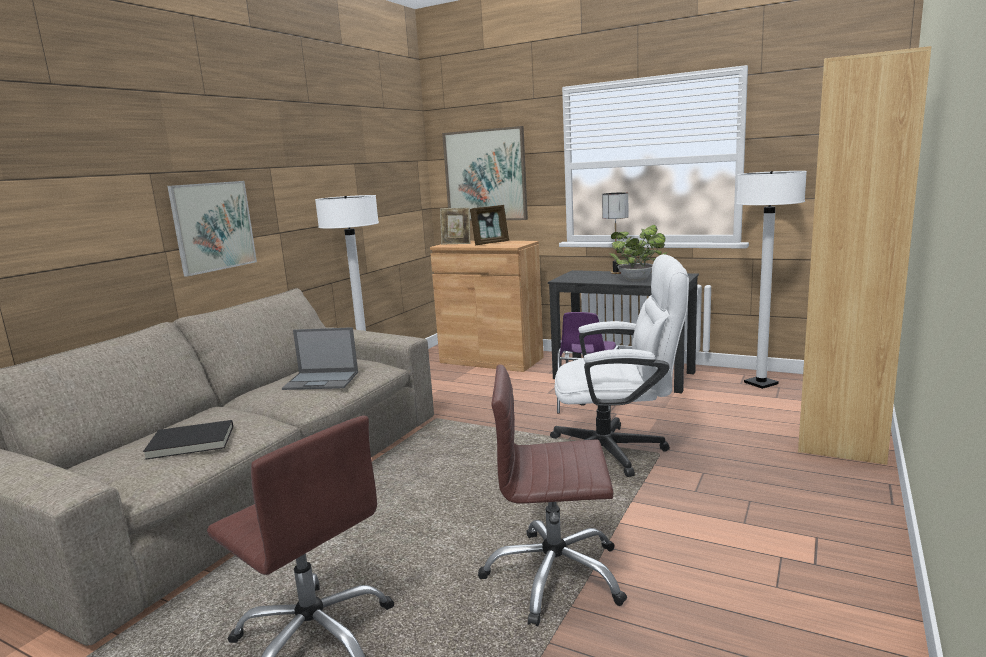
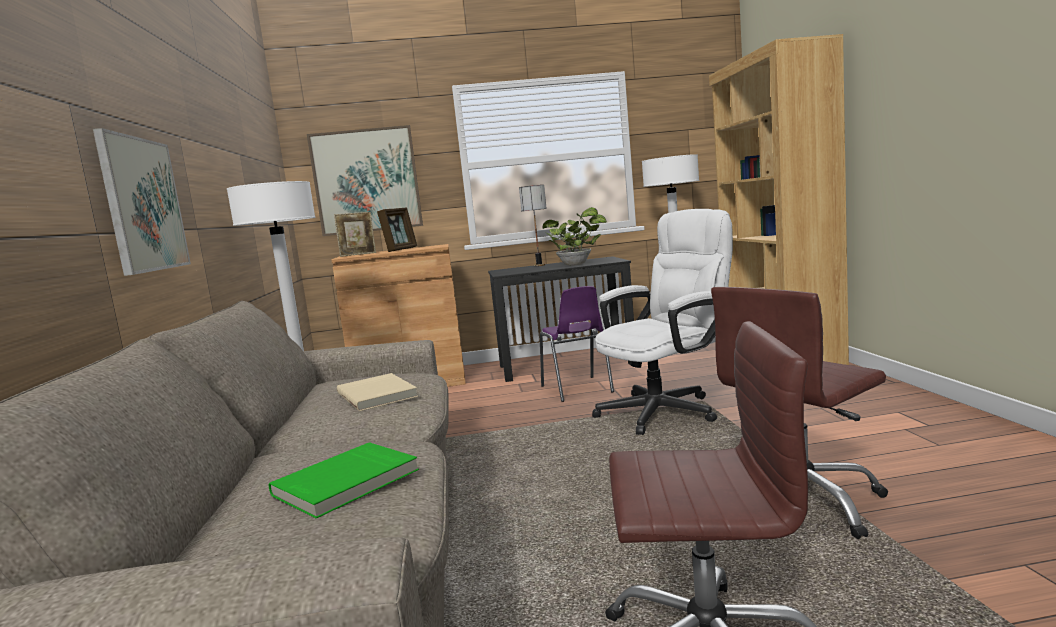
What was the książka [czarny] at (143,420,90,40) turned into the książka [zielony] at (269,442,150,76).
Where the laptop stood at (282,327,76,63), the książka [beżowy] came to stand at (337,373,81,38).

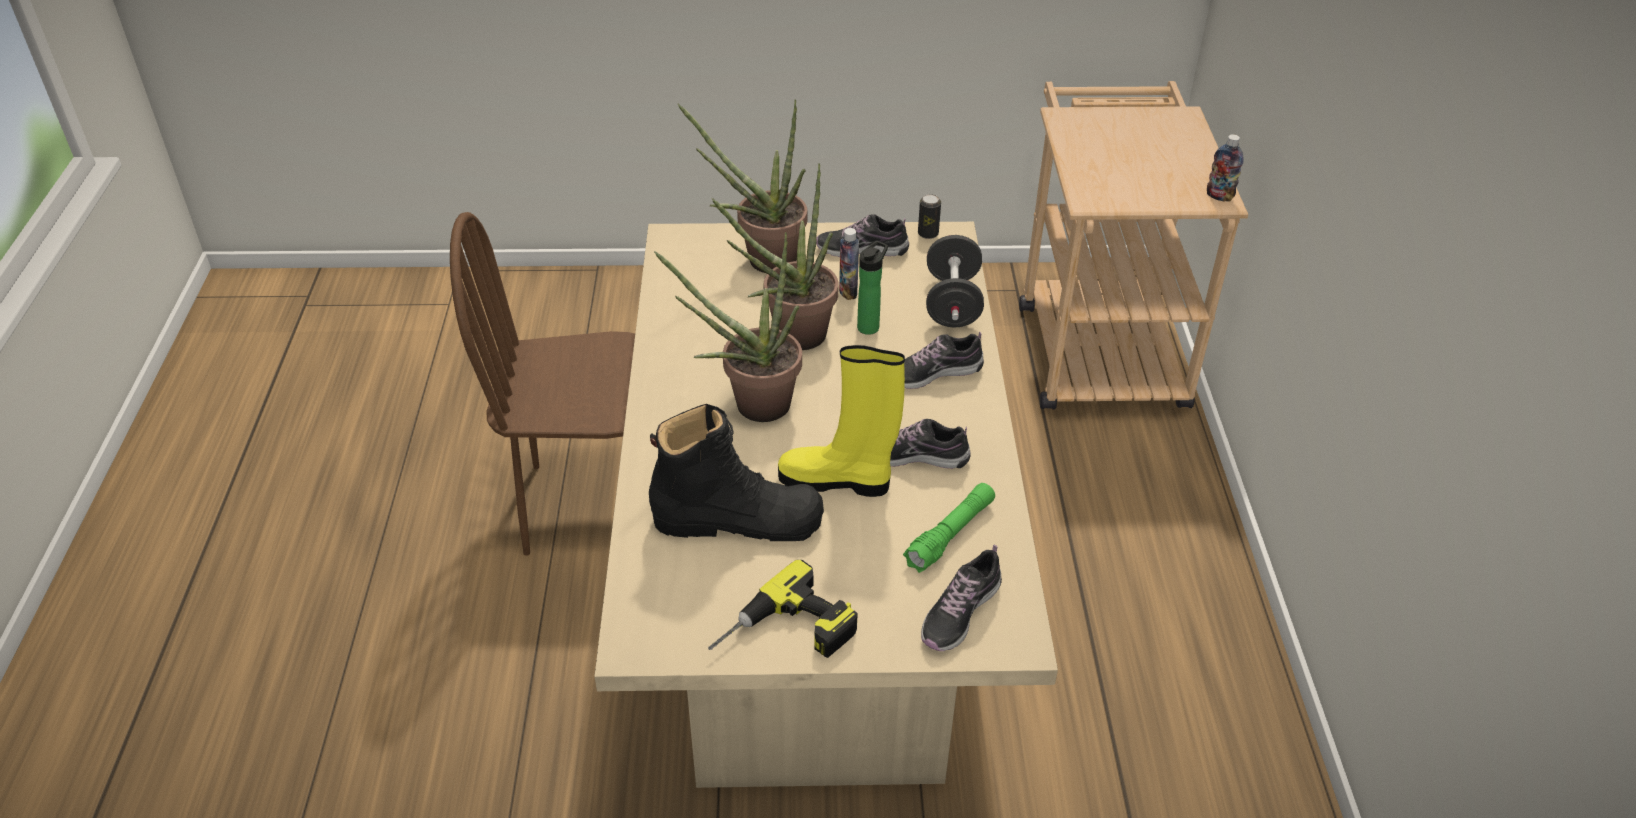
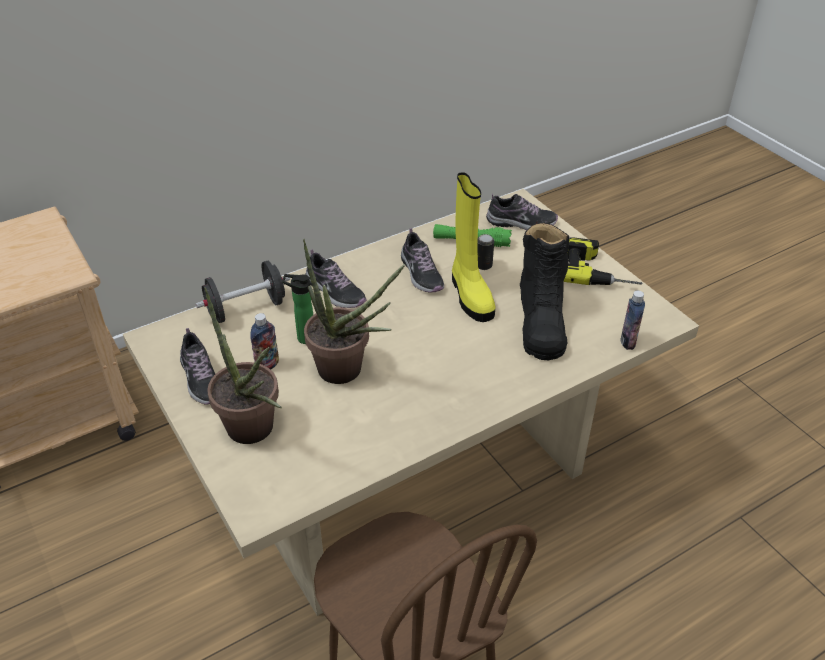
The puszka ended up elsewhere, having gone from (918,194,23,45) to (477,234,17,36).
The but z cholewką [czarny] at (649,404,175,137) ended up facing another way, 150 degrees counterclockwise from before.
The butelka ended up elsewhere, having gone from (1207,134,37,68) to (620,291,25,59).
The second view lost the roślina doniczkowa at (654,232,148,190).

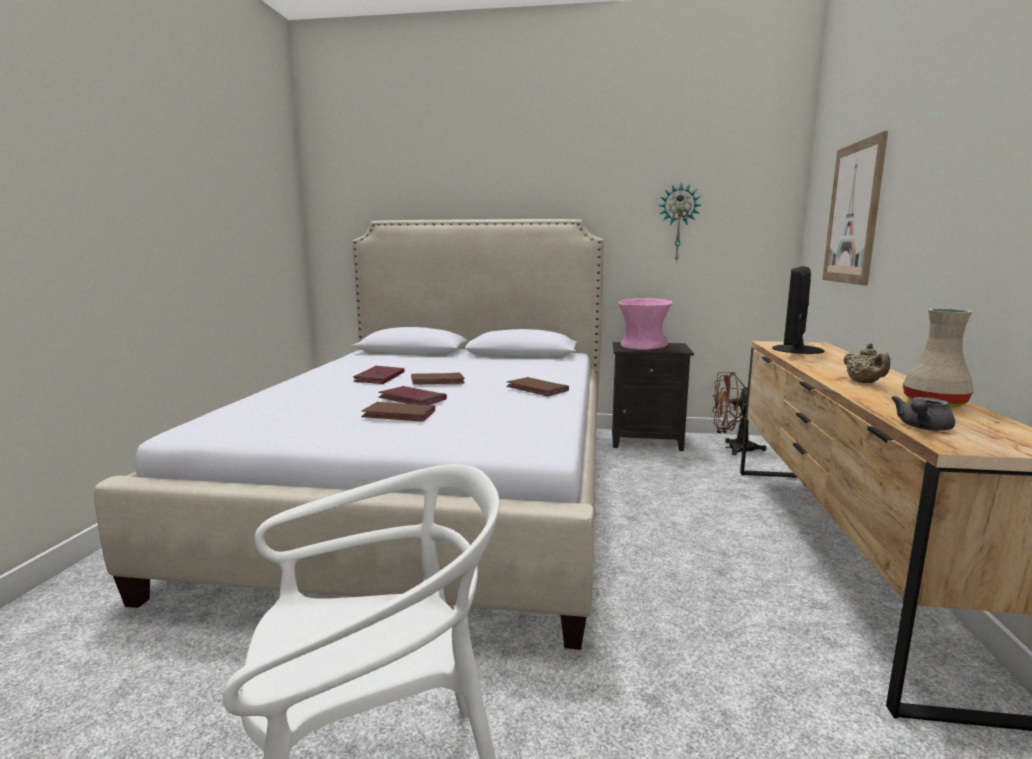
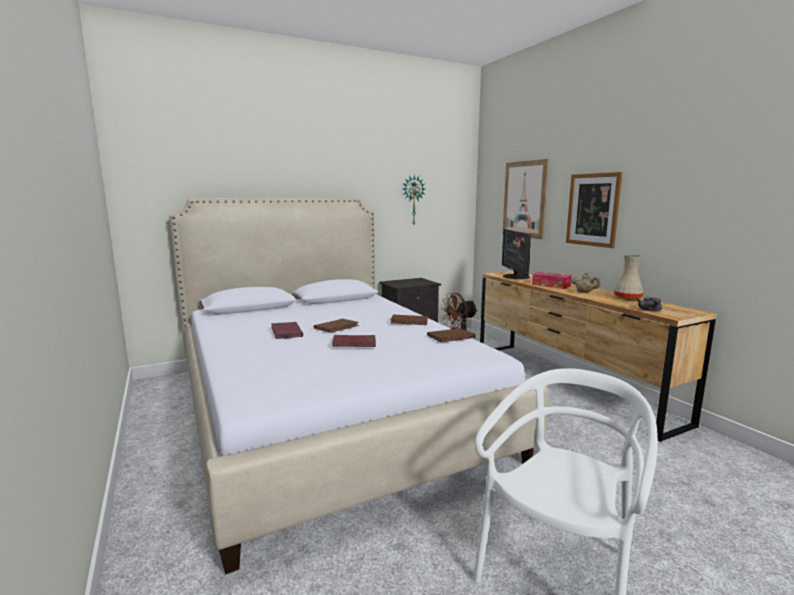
The książka [brązowy] ended up elsewhere, having gone from (361,402,74,20) to (427,328,48,14).
The second view gained the pudełko chusteczek at (532,272,40,17).
The second view gained the obraz at (566,172,56,76).
The second view lost the wazon [różowy] at (619,298,54,52).

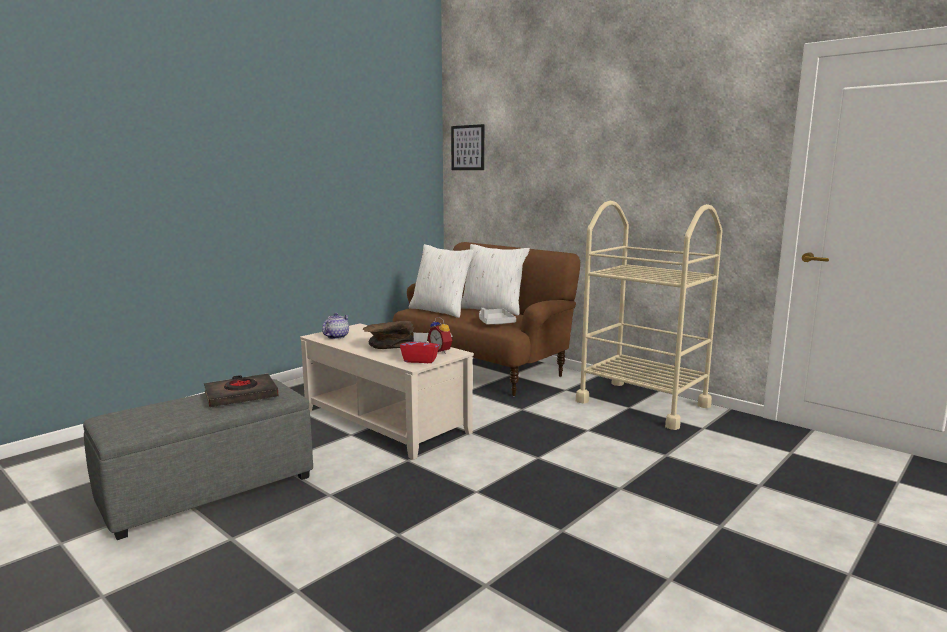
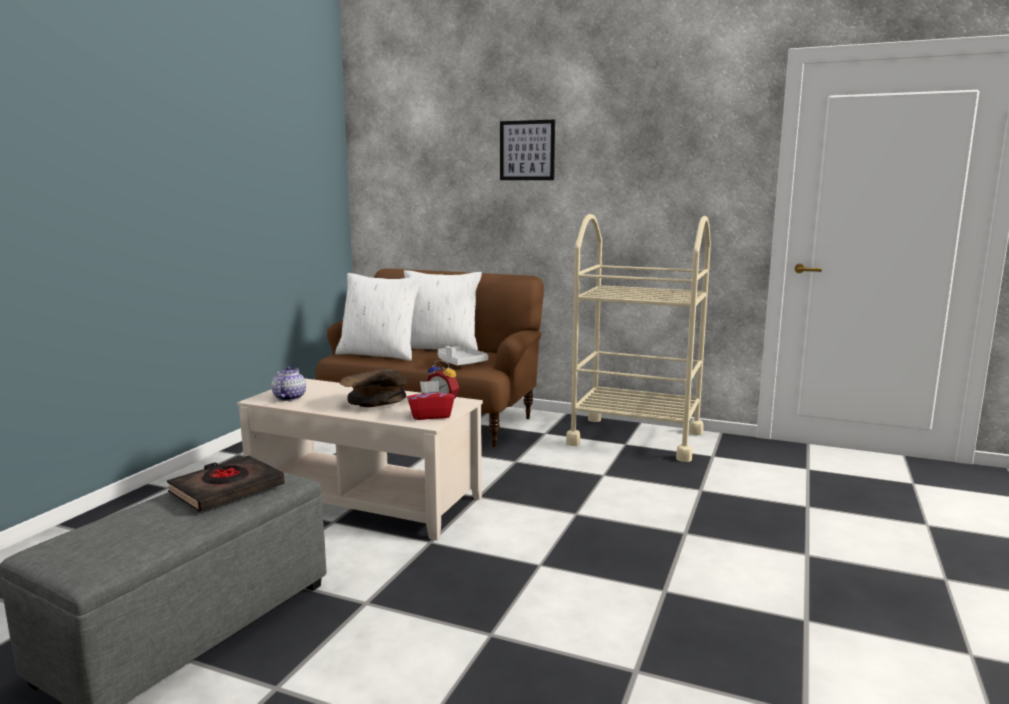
The obraz ended up elsewhere, having gone from (451,124,33,46) to (500,119,55,61).

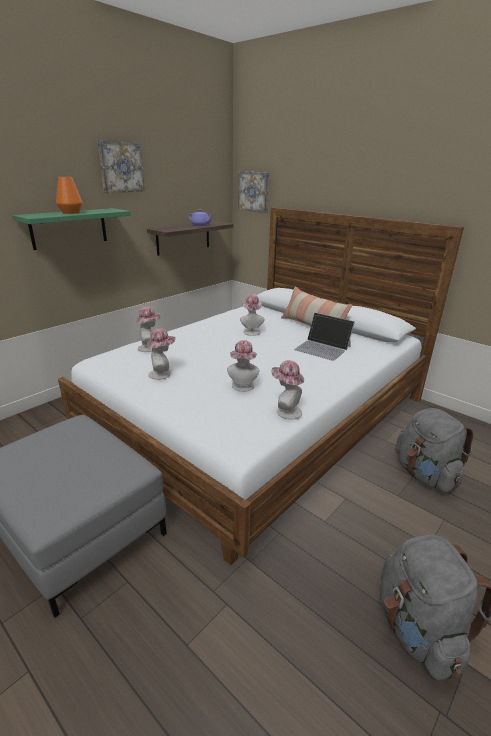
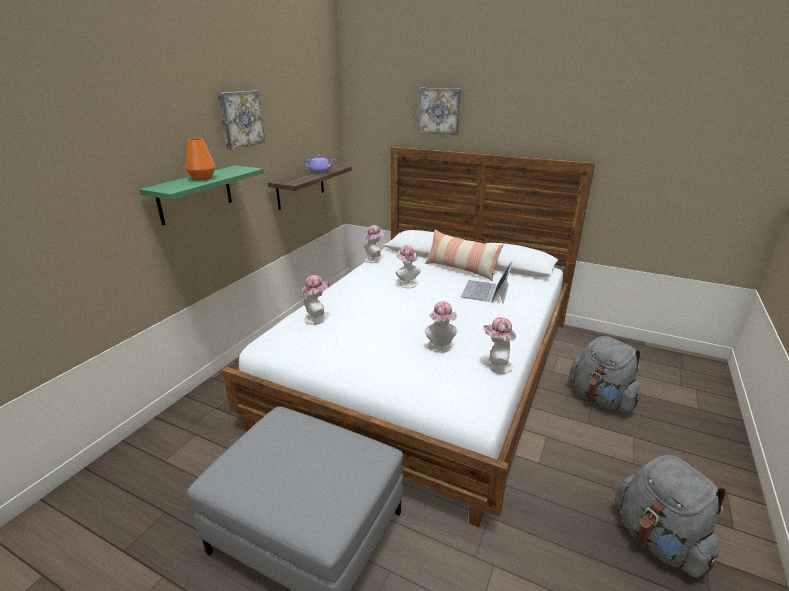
The kapelusz ended up elsewhere, having gone from (146,328,30,52) to (365,225,20,38).
The obraz ended up elsewhere, having gone from (238,171,31,42) to (419,88,42,47).
The laptop at (294,312,61,49) ended up facing another way, 90 degrees clockwise from before.

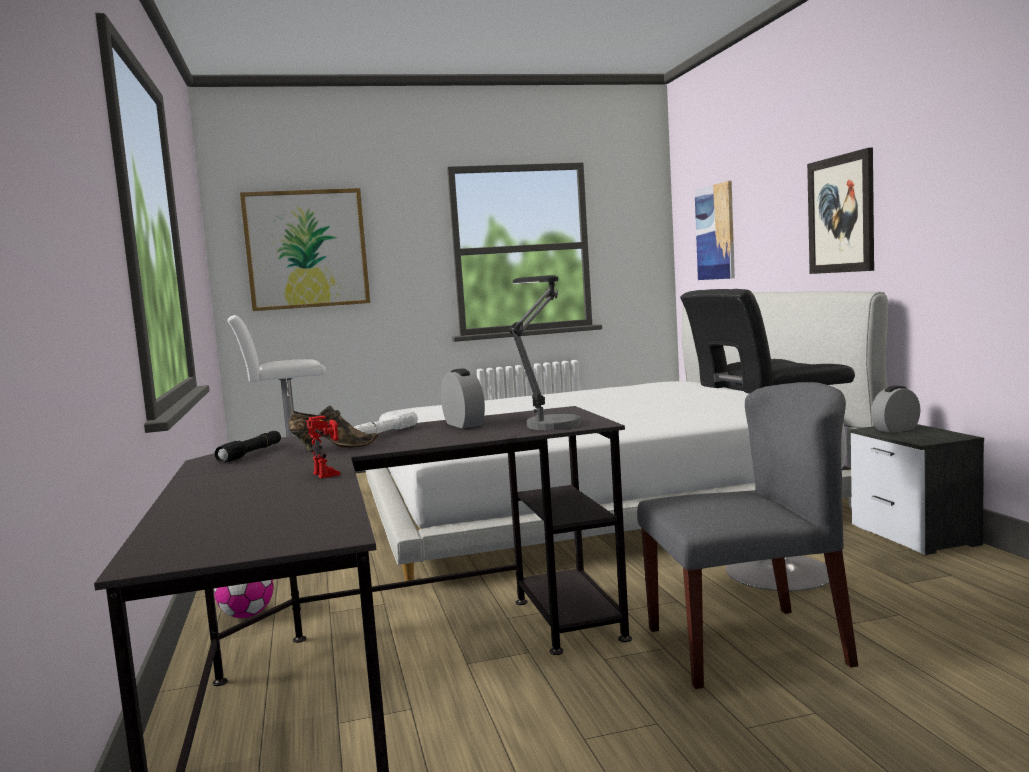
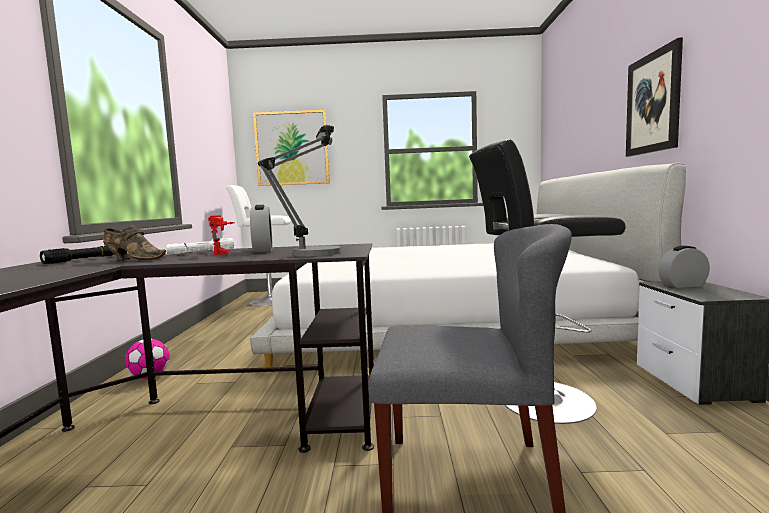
The robot zabawkowy ended up elsewhere, having gone from (306,415,34,63) to (208,215,27,40).
The second view lost the obraz at (694,181,41,99).

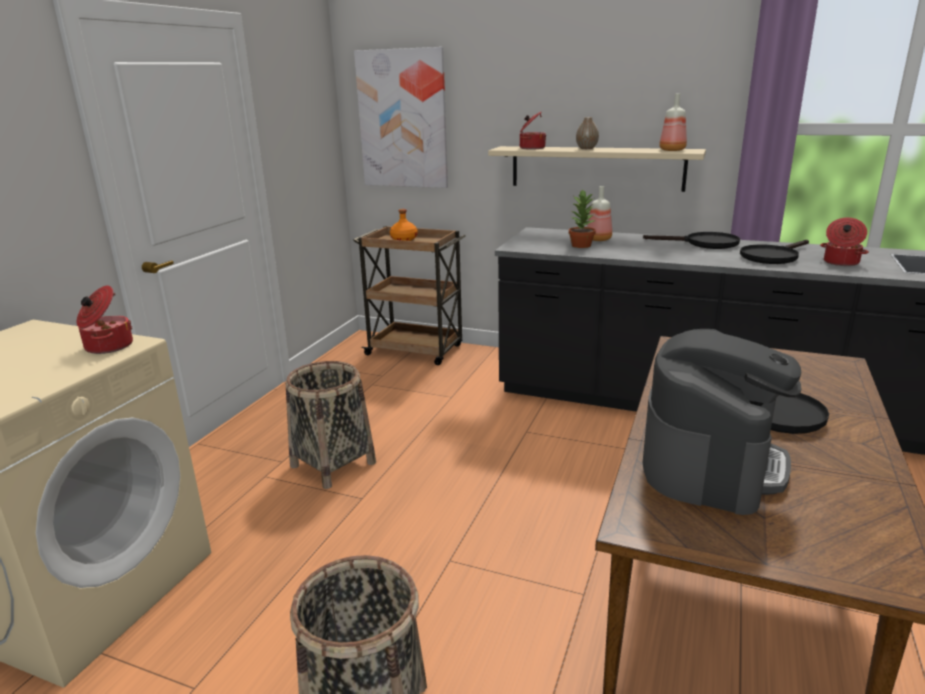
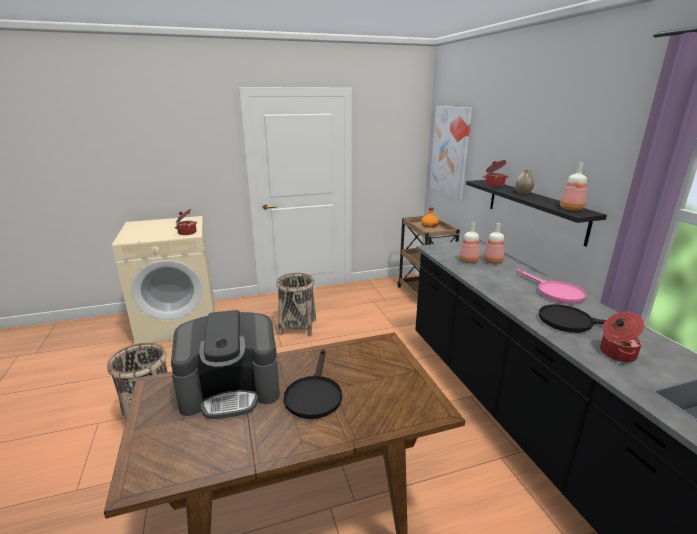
Where the roślina doniczkowa stood at (569,189,27,59), the butelka came to stand at (459,223,21,40).
What was the półka [beżowy] at (488,146,218,46) turned into the półka [czarny] at (466,180,141,67).
What was the patelnia [czarny] at (643,232,97,17) turned into the patelnia [różowy] at (517,269,70,34).

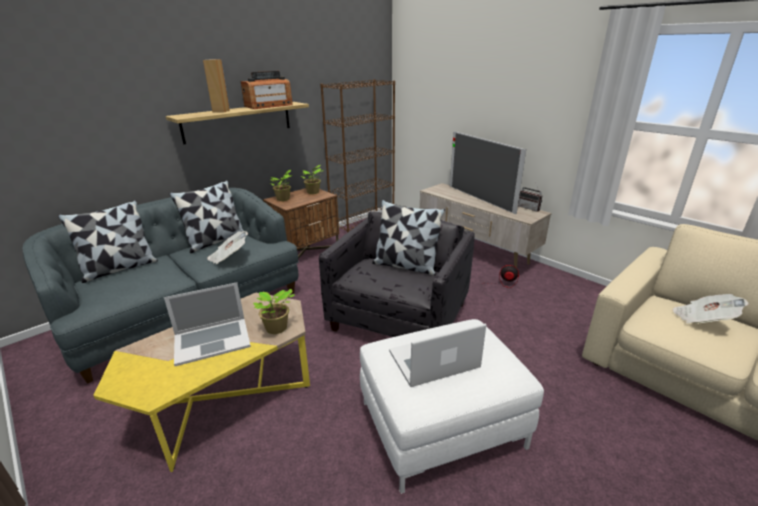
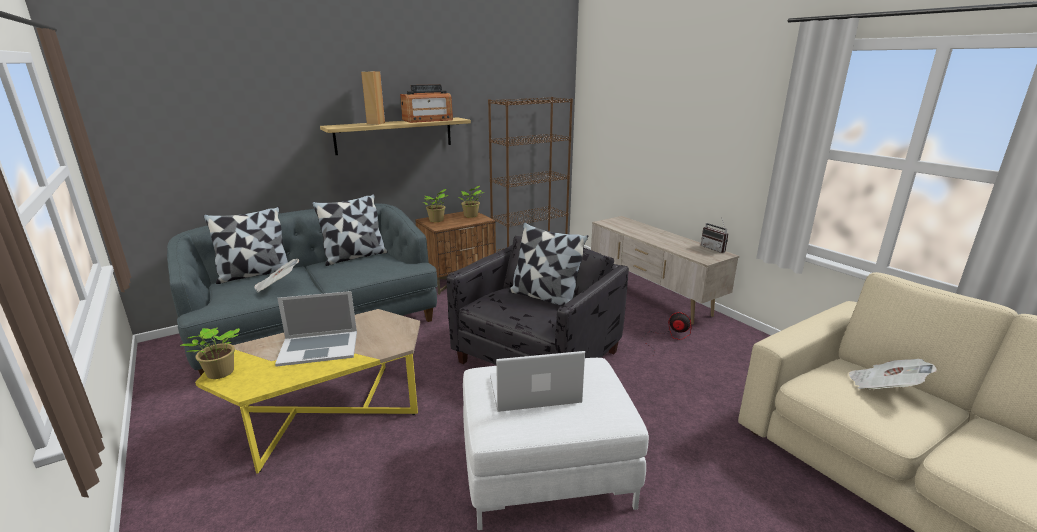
The roślina doniczkowa ended up elsewhere, having gone from (253,289,42,45) to (180,328,60,51).
The gazeta ended up elsewhere, having gone from (207,231,41,34) to (254,259,45,34).
The second view lost the telewizor at (450,131,76,83).

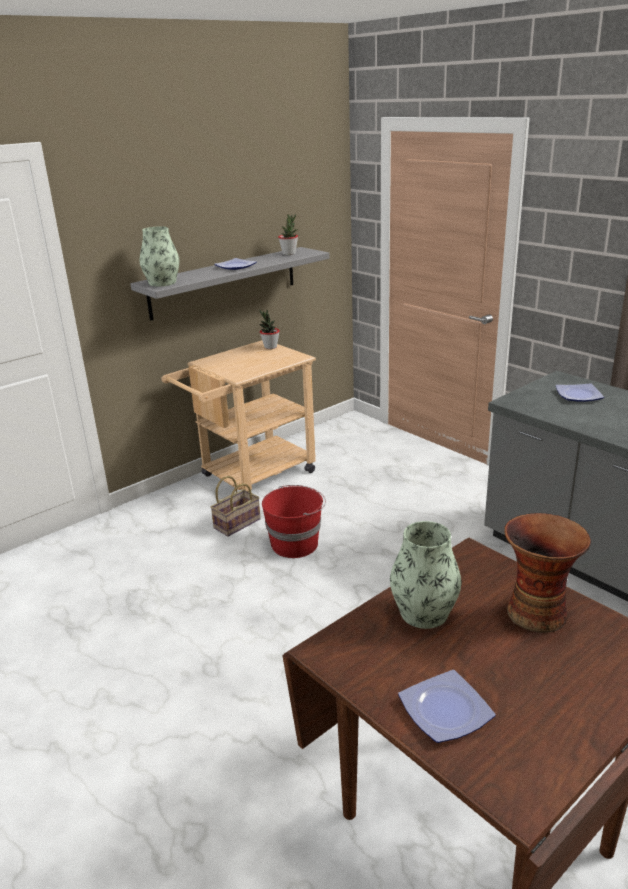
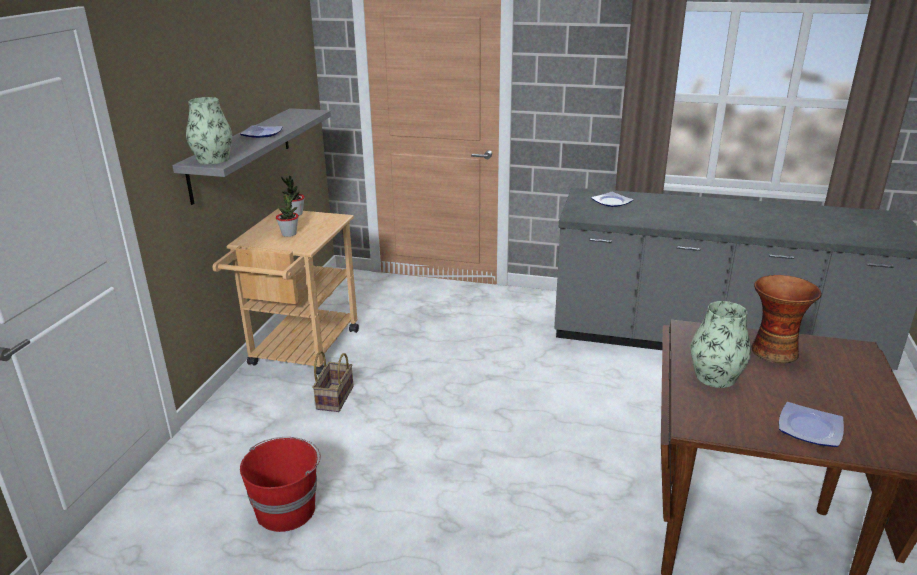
The wiadro [czerwony] ended up elsewhere, having gone from (262,485,64,73) to (240,437,81,95).
The roślina doniczkowa ended up elsewhere, having gone from (278,214,20,41) to (276,193,23,44).

